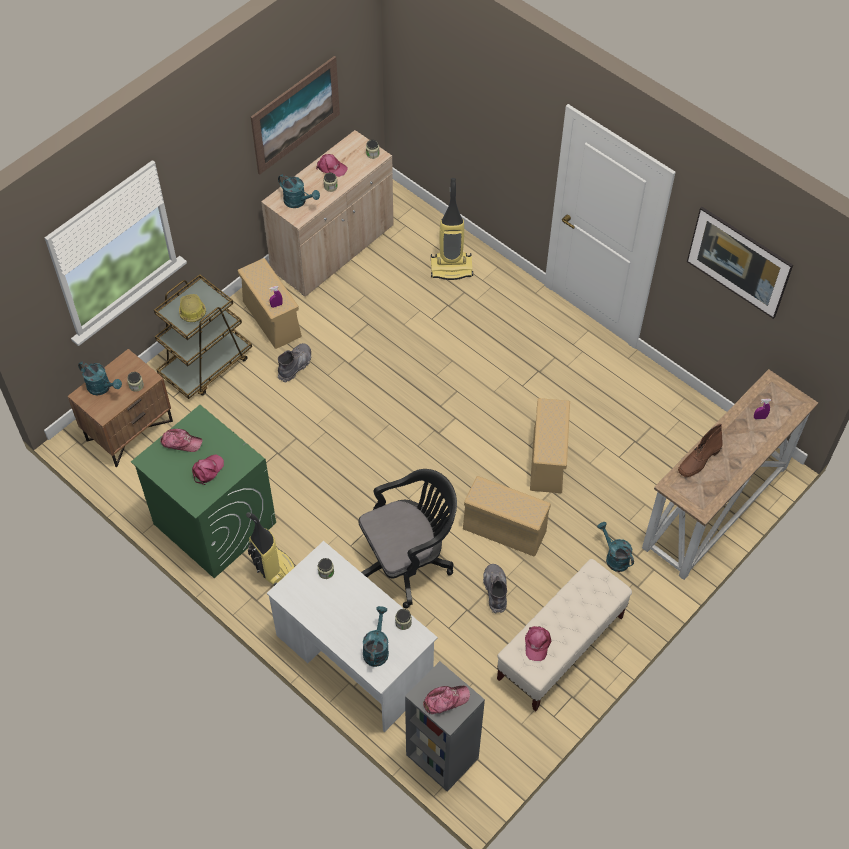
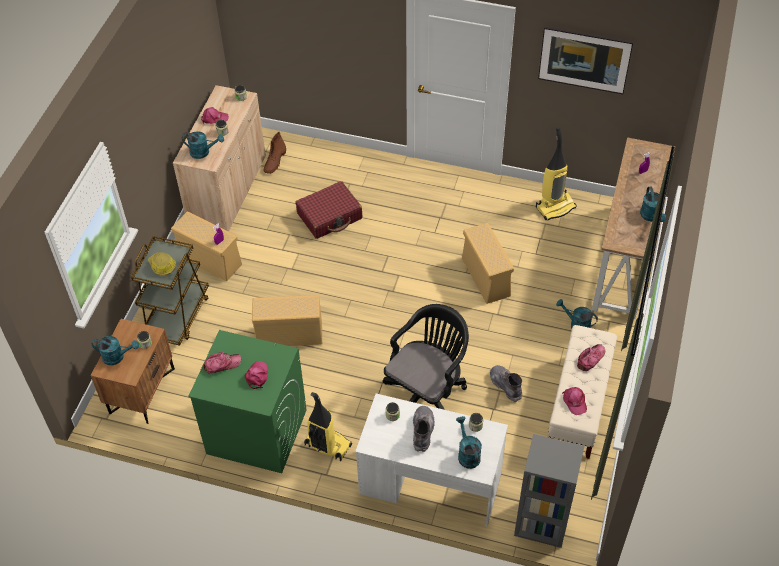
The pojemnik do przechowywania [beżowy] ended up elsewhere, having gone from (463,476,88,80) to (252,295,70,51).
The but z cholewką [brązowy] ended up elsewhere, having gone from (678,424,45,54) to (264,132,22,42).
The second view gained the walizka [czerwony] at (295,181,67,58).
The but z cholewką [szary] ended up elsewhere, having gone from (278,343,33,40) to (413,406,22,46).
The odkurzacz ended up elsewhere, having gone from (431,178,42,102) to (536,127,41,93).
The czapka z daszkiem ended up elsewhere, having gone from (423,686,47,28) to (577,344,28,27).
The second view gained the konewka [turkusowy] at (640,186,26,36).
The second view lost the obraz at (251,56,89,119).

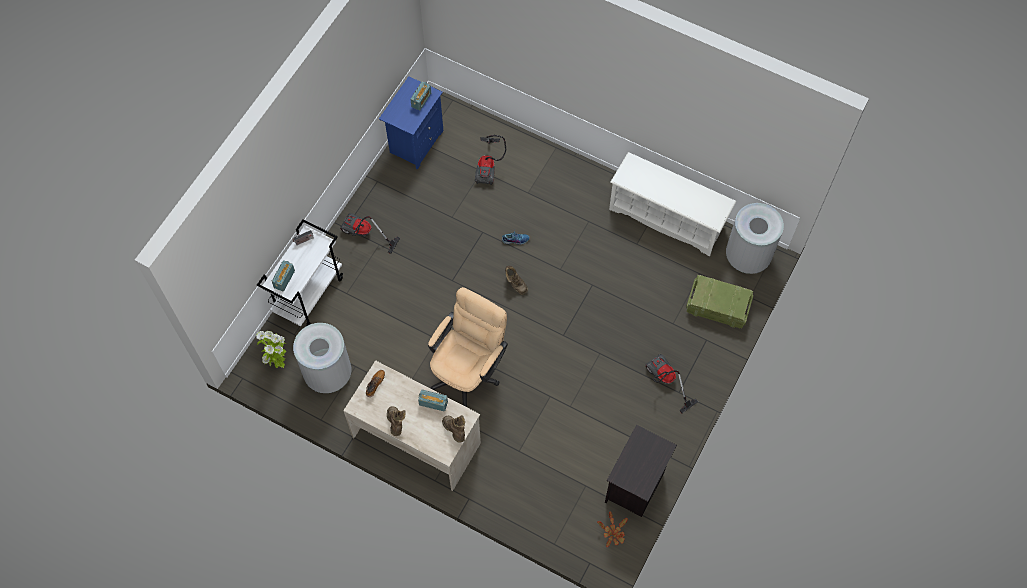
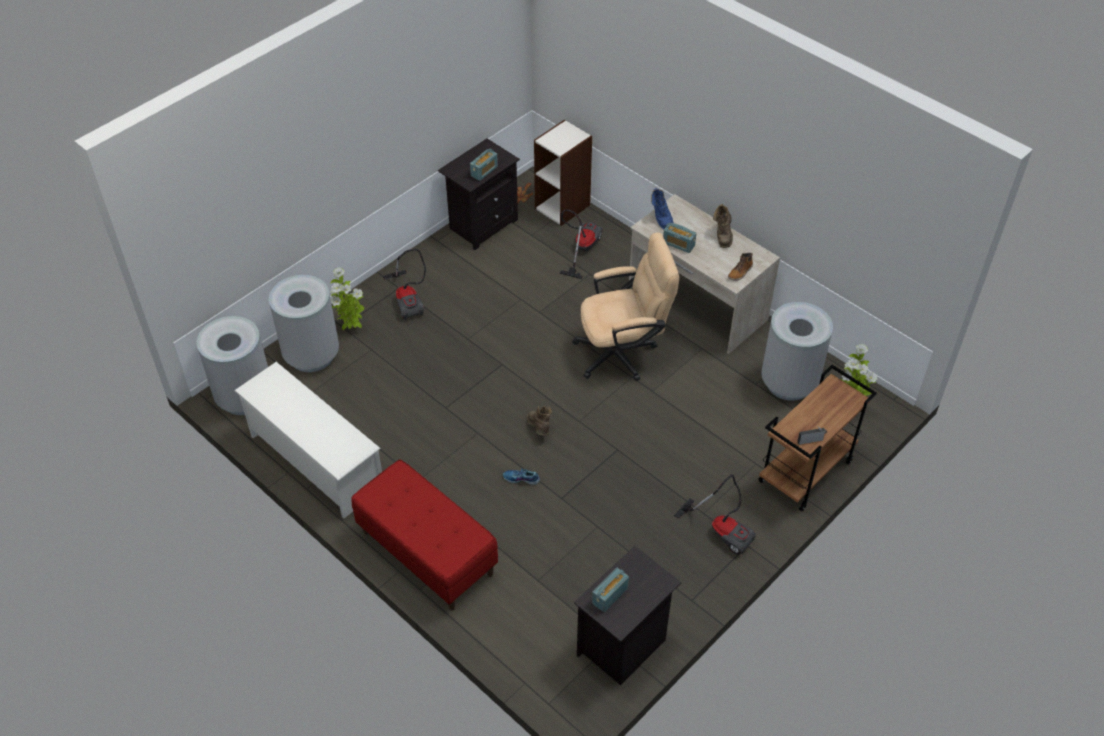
Where the skrzynka stood at (686,275,67,53), the kosz na śmieci [szary] came to stand at (269,275,70,97).
The second view gained the roślina doniczkowa at (330,267,34,63).
The second view gained the ławka [czerwony] at (351,459,147,152).
The radio ended up elsewhere, having gone from (272,260,23,32) to (470,149,28,32).
The second view gained the regał at (534,120,58,106).
The odkurzacz ended up elsewhere, having gone from (475,135,31,50) to (559,209,44,70).
The krzesło biurowe [beżowy] at (428,287,80,120) ended up facing another way, 150 degrees counterclockwise from before.
What was the szafka nocna [niebieski] at (379,76,64,94) turned into the szafka nocna [czarny] at (574,546,107,139).
What was the but z cholewką [brązowy] at (442,415,23,28) turned into the but z cholewką [niebieski] at (651,188,22,42).
What was the wózek [biały] at (257,219,86,107) turned into the wózek [brązowy] at (758,365,119,146).

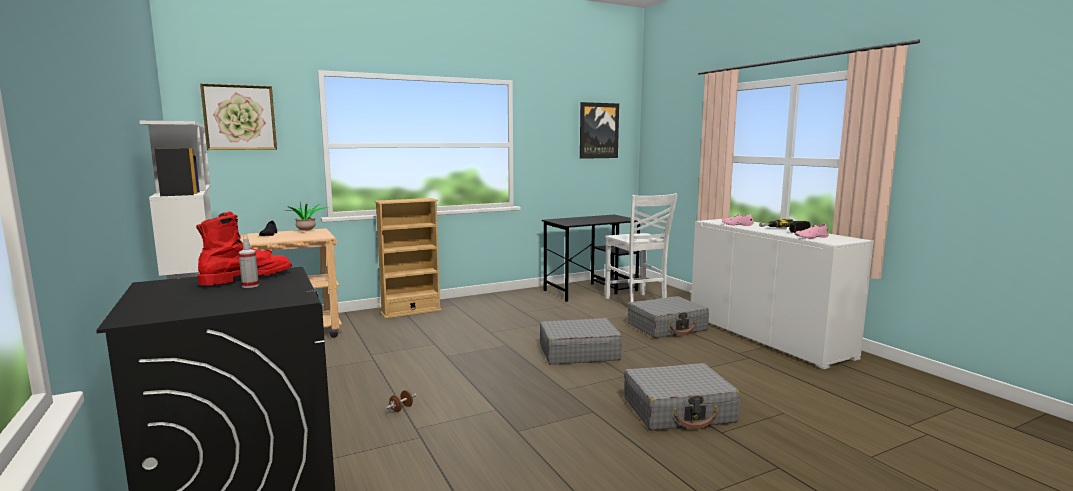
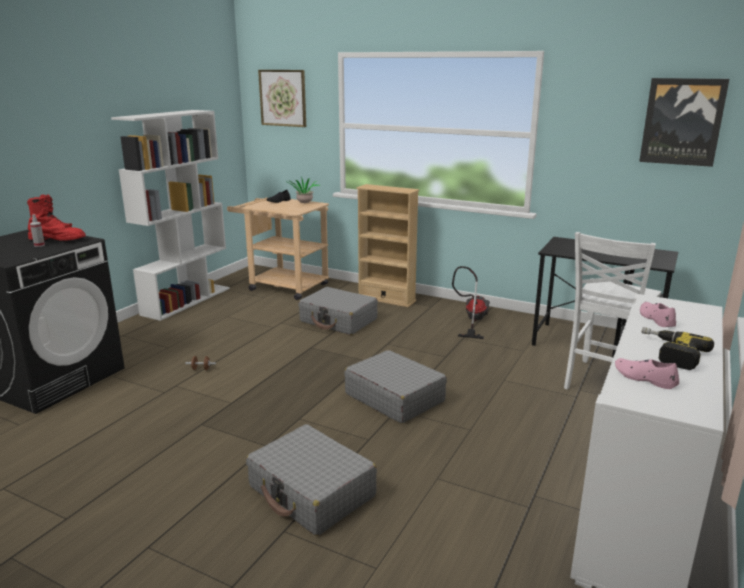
The walizka [szary] ended up elsewhere, having gone from (628,296,81,42) to (298,287,80,48).
The second view gained the odkurzacz at (452,266,38,73).

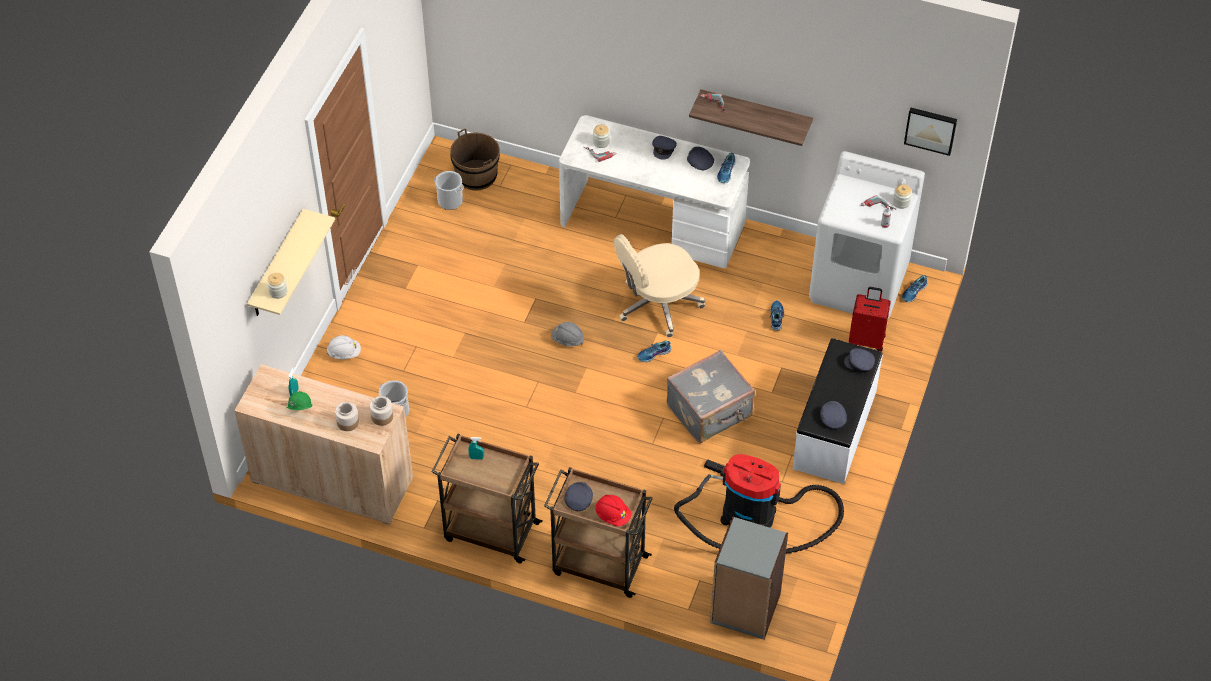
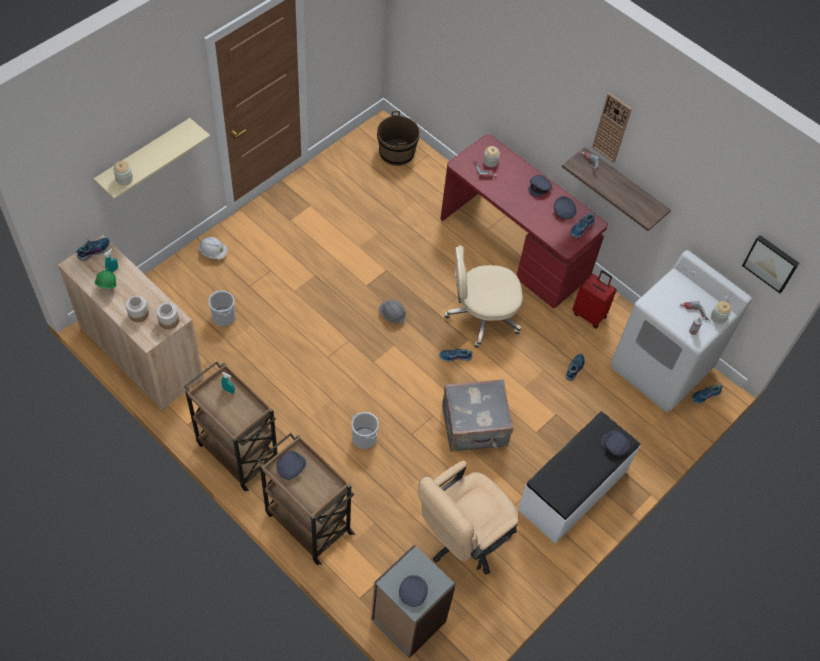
The second view gained the but at (76,237,34,24).
The wiadro ended up elsewhere, having gone from (434,171,30,39) to (351,412,28,37).
The czapka z daszkiem [szary] ended up elsewhere, having gone from (820,401,27,28) to (399,575,29,32).
Where the odkurzacz stood at (674,454,170,100), the krzesło biurowe [beżowy] came to stand at (417,461,101,114).
What was the biurko [biały] at (559,115,191,153) turned into the biurko [czerwony] at (441,134,167,174).
The walizka [czerwony] ended up elsewhere, having gone from (849,287,42,64) to (572,270,45,59).
The second view gained the zegar ścienny at (592,93,40,70).
The second view lost the kask [czerwony] at (595,495,37,31).

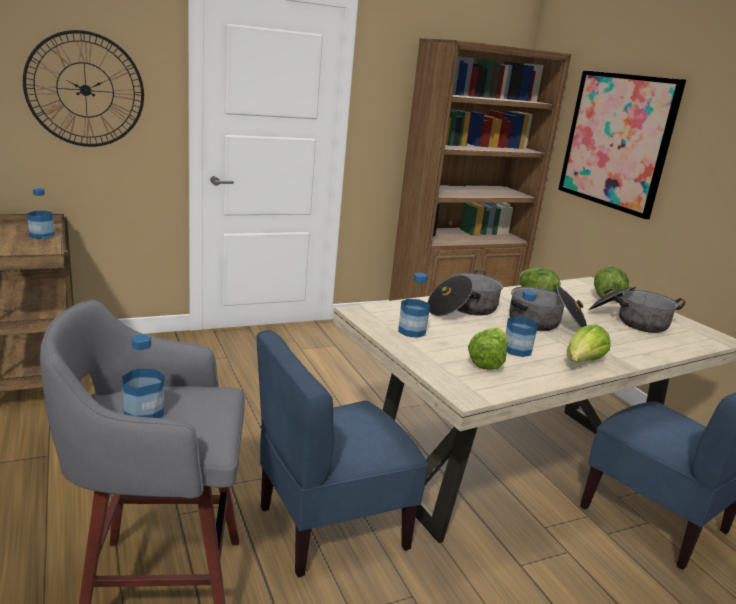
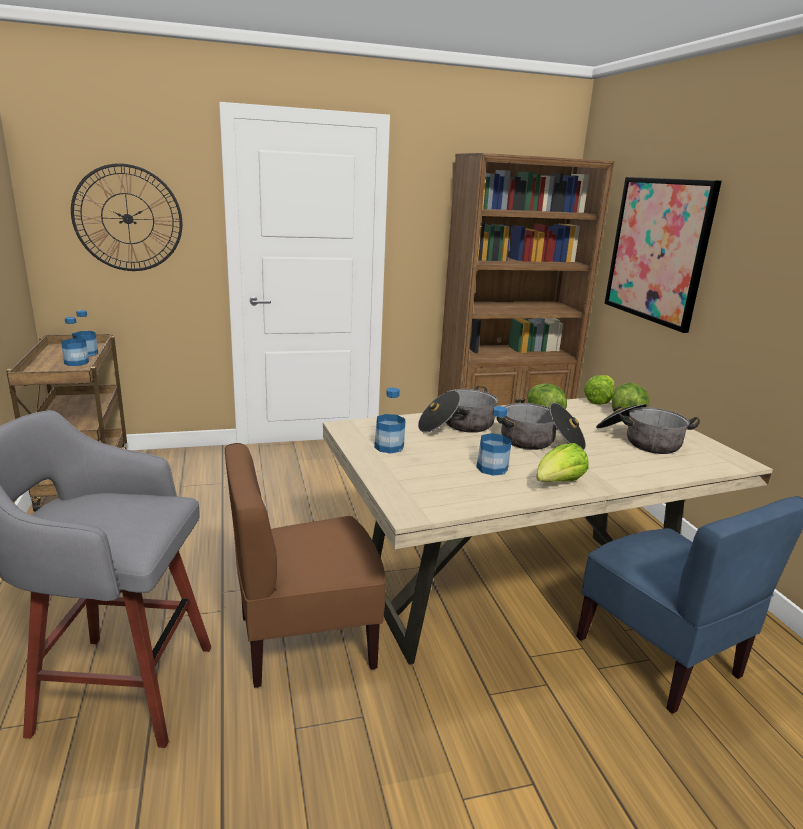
The butelka ended up elsewhere, having gone from (122,335,42,83) to (61,317,28,49).
What was the krzesło [niebieski] at (256,330,172,247) turned into the krzesło [brązowy] at (225,443,161,245).
The sałata ended up elsewhere, having gone from (468,327,39,43) to (584,375,31,30).

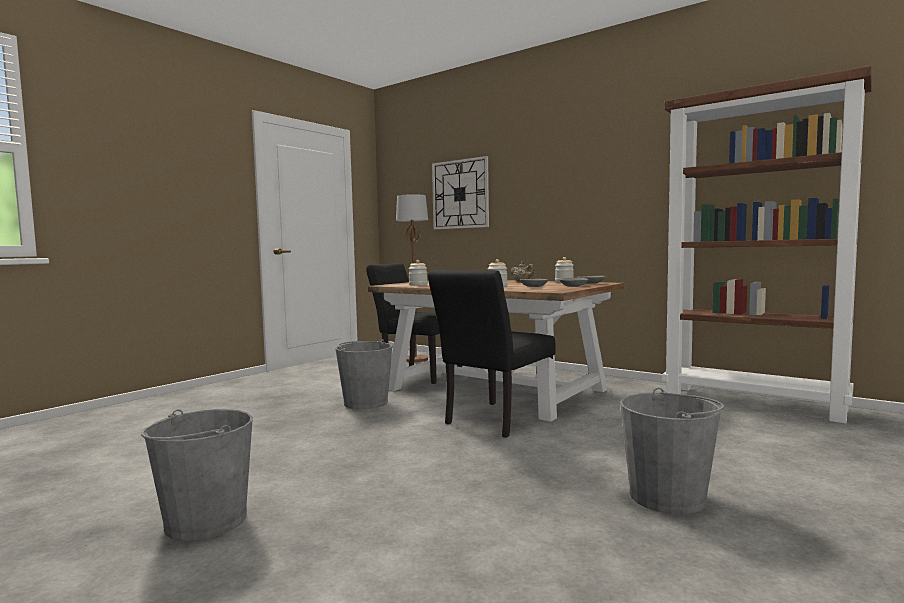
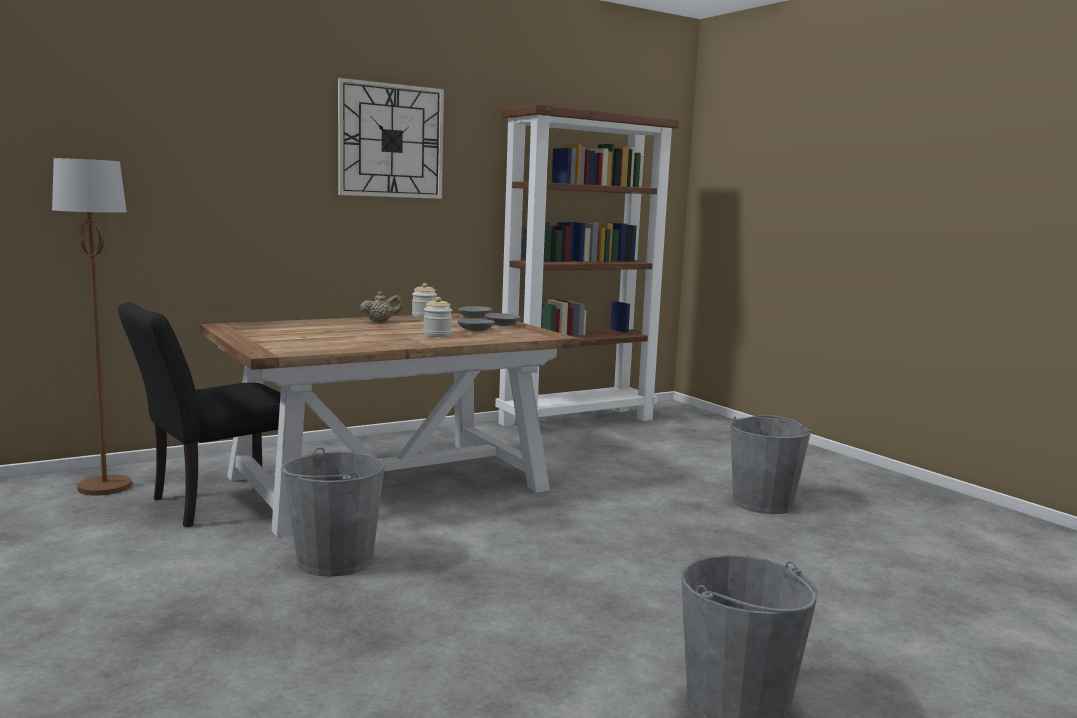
The zegar ścienny ended up elsewhere, having gone from (432,156,57,73) to (338,78,106,121).
The second view lost the słoik at (409,260,18,26).
The second view lost the krzesło [czarny] at (428,270,127,168).

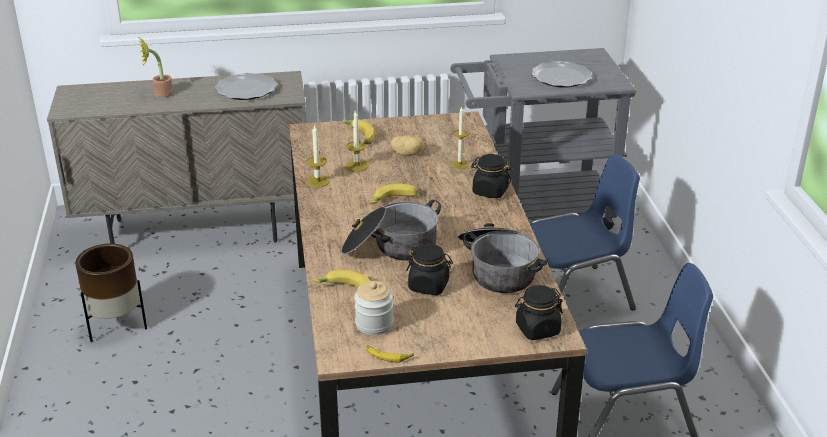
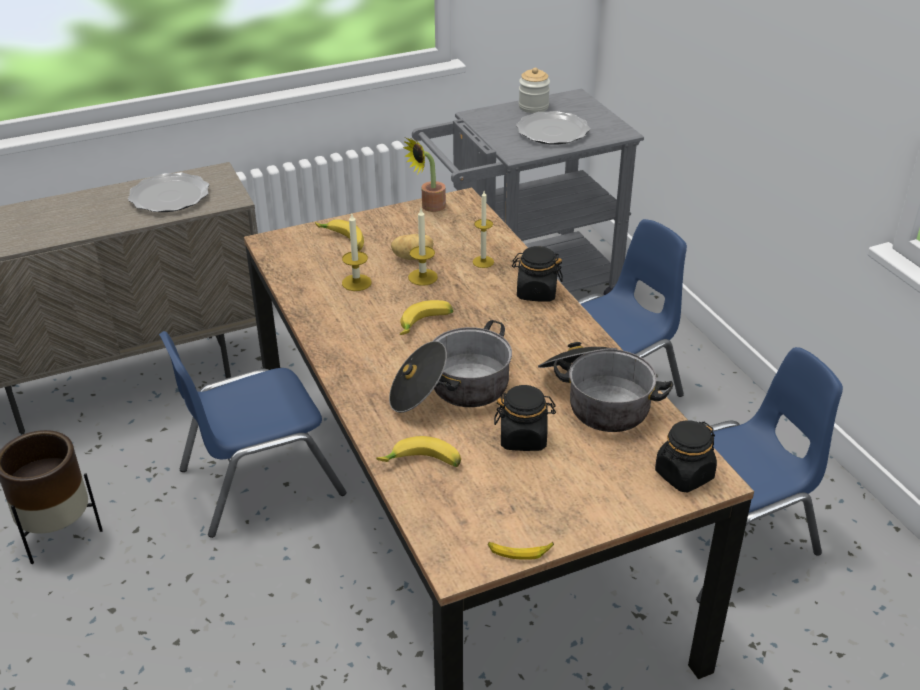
The second view gained the krzesło [niebieski] at (159,331,187,207).
The roślina doniczkowa ended up elsewhere, having gone from (139,38,34,60) to (403,138,43,74).
The świeca ended up elsewhere, having gone from (306,124,24,64) to (408,209,30,77).
The słoik ended up elsewhere, having gone from (354,281,39,54) to (519,68,31,45).

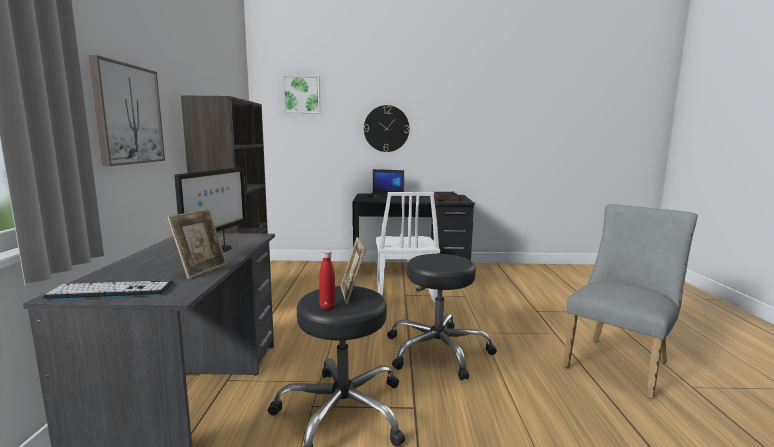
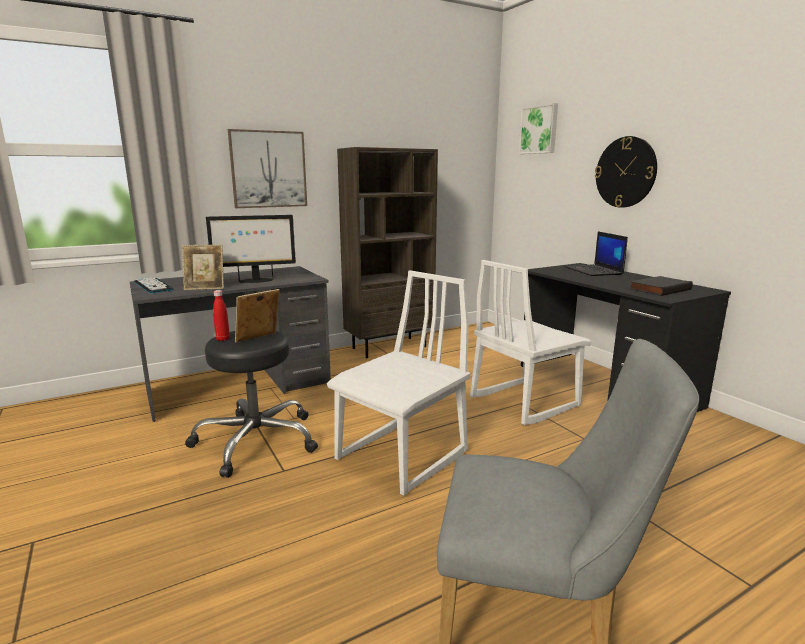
Where the stołek [czarny] stood at (387,254,110,126), the krzesło [biały] came to stand at (327,270,143,226).

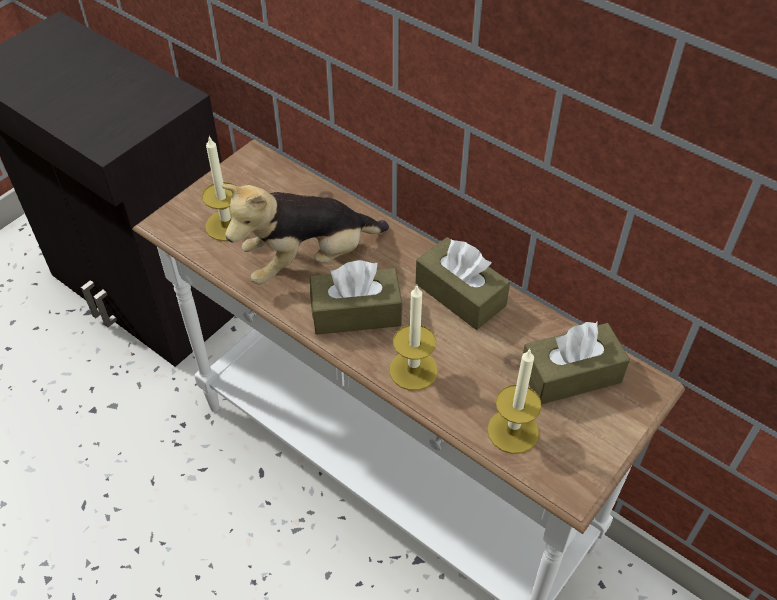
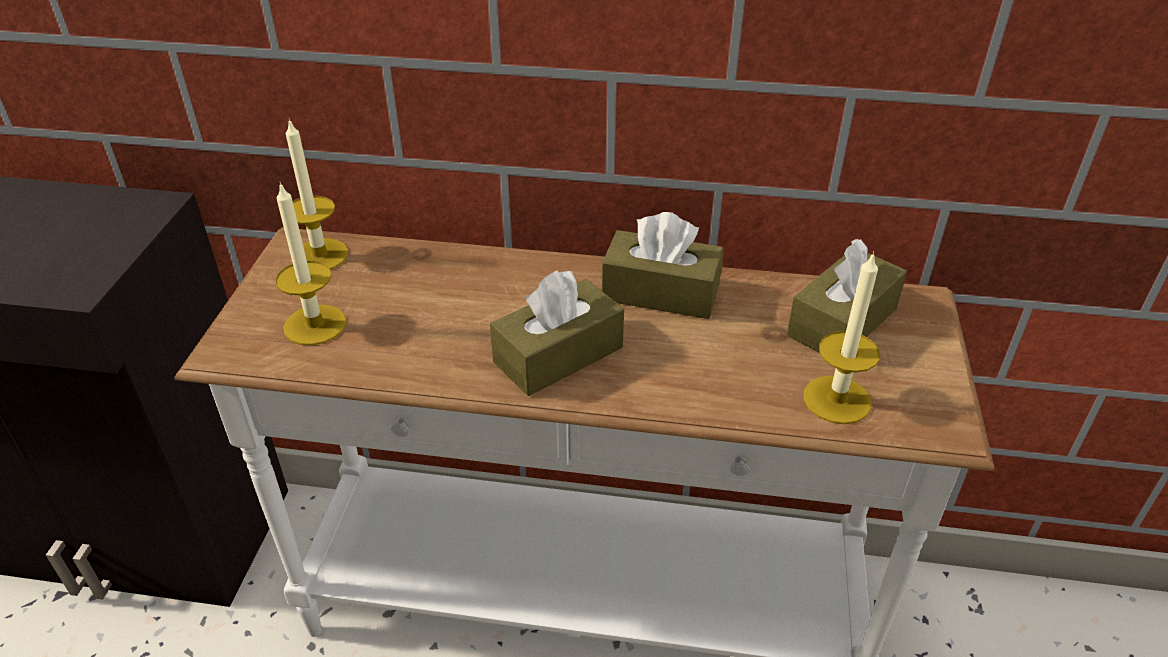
The świeca ended up elsewhere, having gone from (390,286,48,105) to (286,119,62,151).
The second view lost the pluszak at (221,184,168,101).

